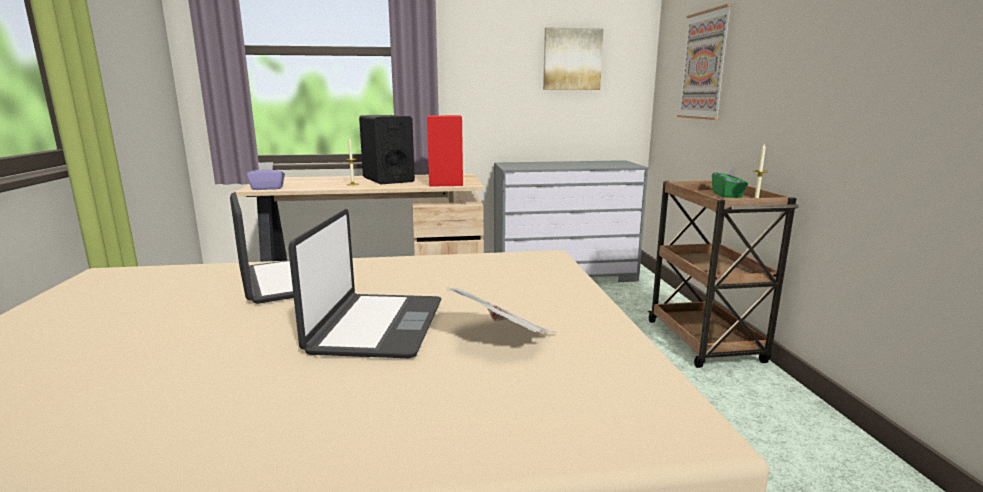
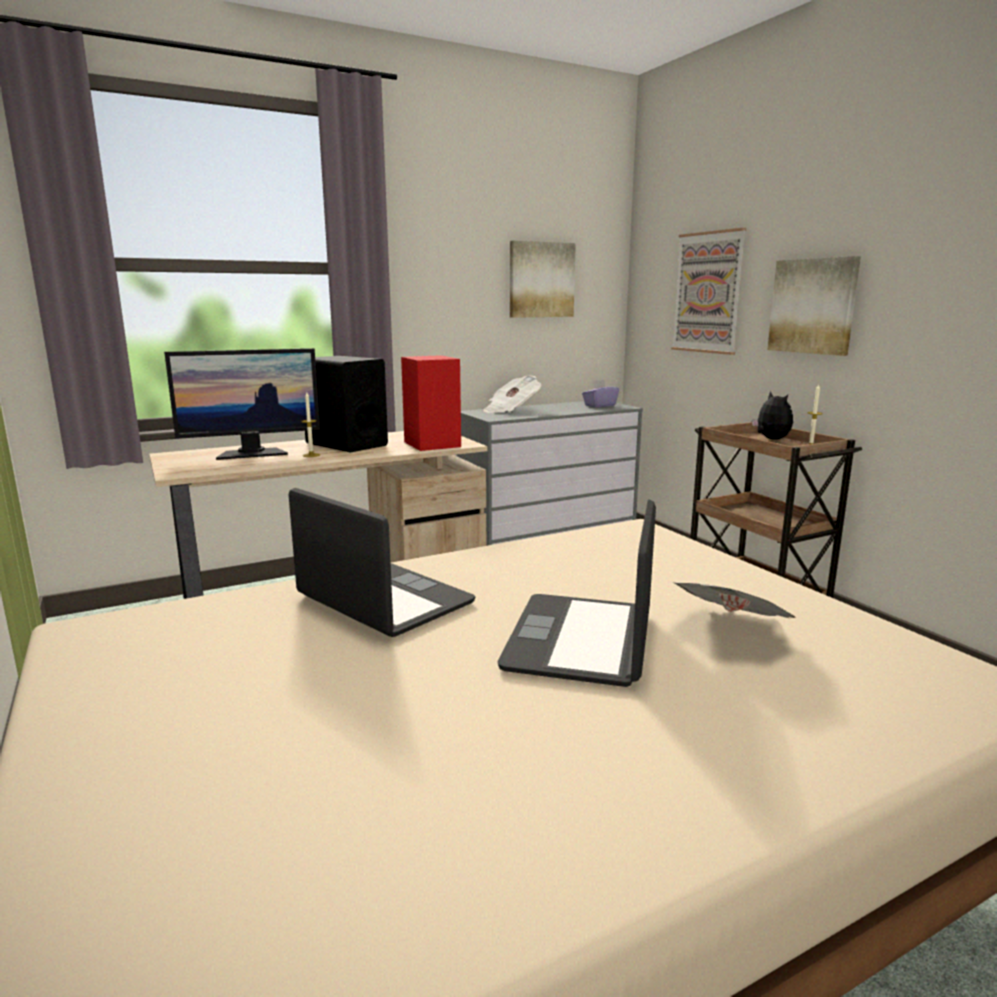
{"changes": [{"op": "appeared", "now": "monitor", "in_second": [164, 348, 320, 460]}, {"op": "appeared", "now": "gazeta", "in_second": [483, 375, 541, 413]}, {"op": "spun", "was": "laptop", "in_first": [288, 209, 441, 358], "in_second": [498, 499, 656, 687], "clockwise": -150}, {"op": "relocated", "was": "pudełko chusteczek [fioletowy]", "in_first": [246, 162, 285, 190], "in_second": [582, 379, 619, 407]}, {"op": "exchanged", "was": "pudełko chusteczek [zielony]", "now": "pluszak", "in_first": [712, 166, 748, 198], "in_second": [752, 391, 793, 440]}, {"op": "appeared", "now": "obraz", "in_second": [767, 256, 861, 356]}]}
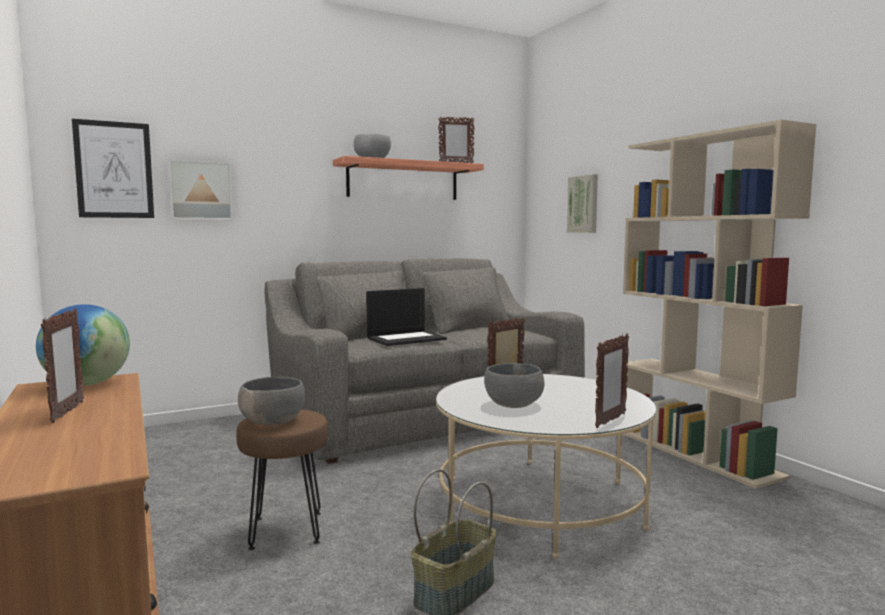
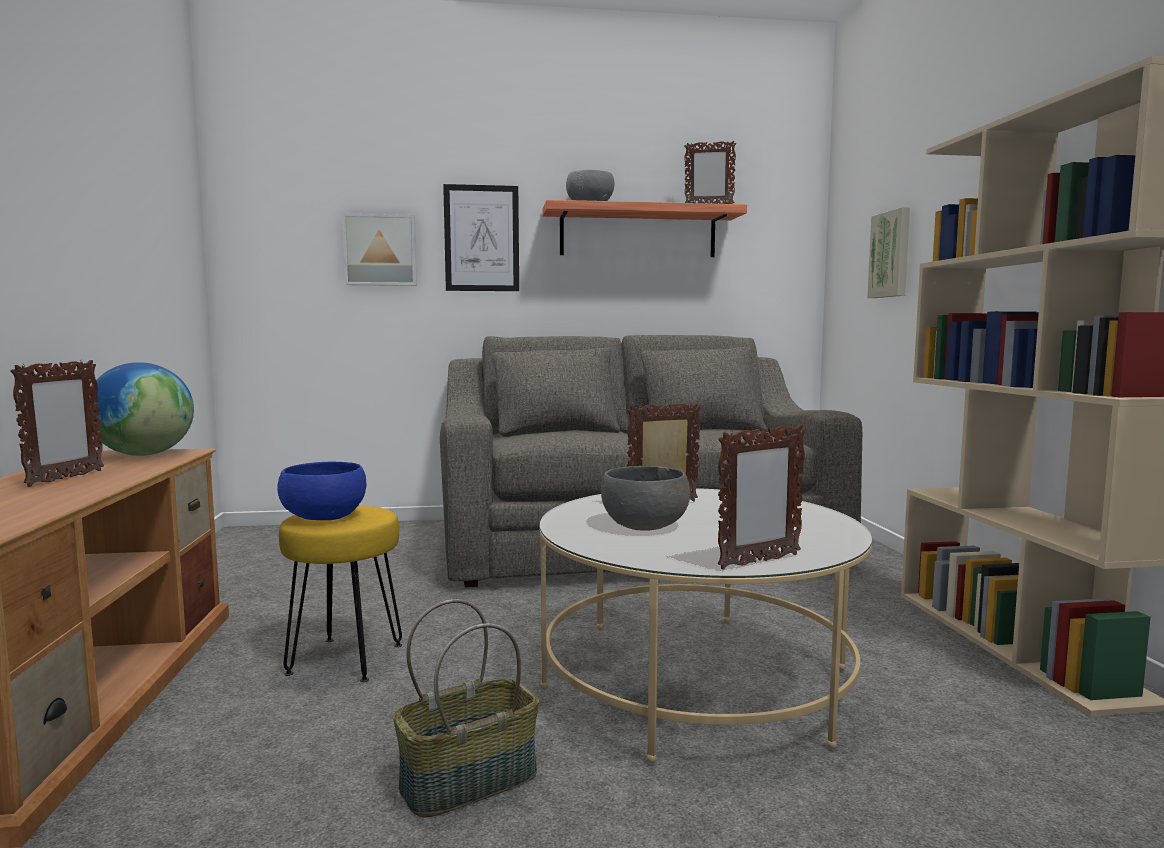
{"changes": [{"op": "colour", "was": "miska [szary]", "now": "miska [niebieski]", "in_first": [238, 377, 305, 425], "in_second": [277, 462, 366, 520]}, {"op": "colour", "was": "stołek [brązowy]", "now": "stołek [żółty]", "in_first": [236, 410, 329, 550], "in_second": [279, 506, 402, 682]}, {"op": "relocated", "was": "obraz", "in_first": [72, 119, 154, 218], "in_second": [443, 184, 519, 291]}, {"op": "missing", "was": "laptop", "in_first": [366, 288, 447, 346]}]}
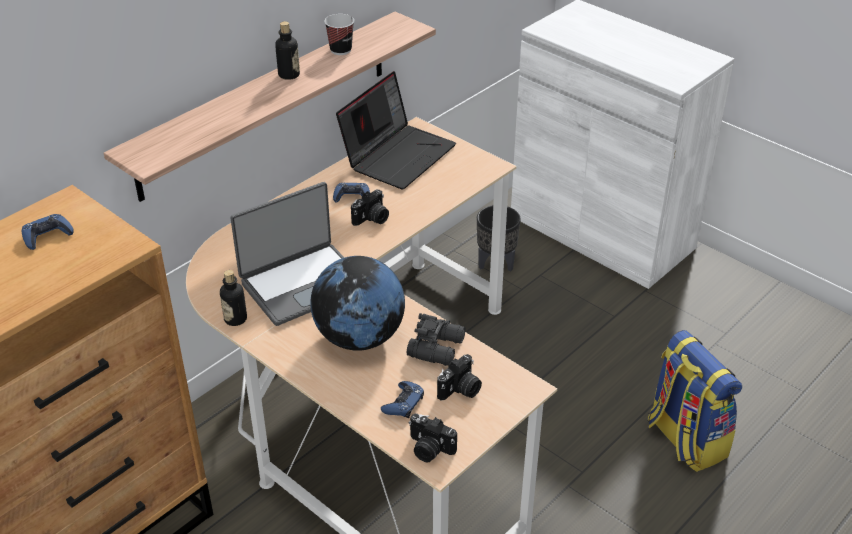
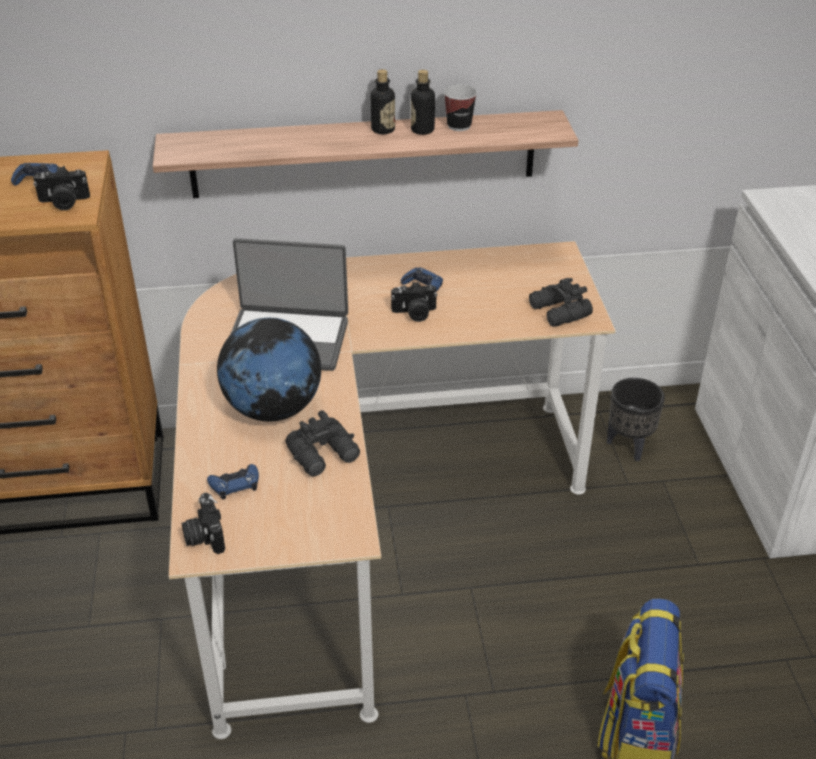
{"changes": [{"op": "relocated", "was": "aparat fotograficzny", "in_first": [437, 354, 482, 400], "in_second": [33, 166, 90, 210]}, {"op": "relocated", "was": "butelka", "in_first": [220, 270, 247, 326], "in_second": [411, 70, 435, 135]}, {"op": "appeared", "now": "lornetka [czarny]", "in_second": [529, 278, 593, 327]}, {"op": "missing", "was": "laptop", "in_first": [336, 71, 456, 189]}]}
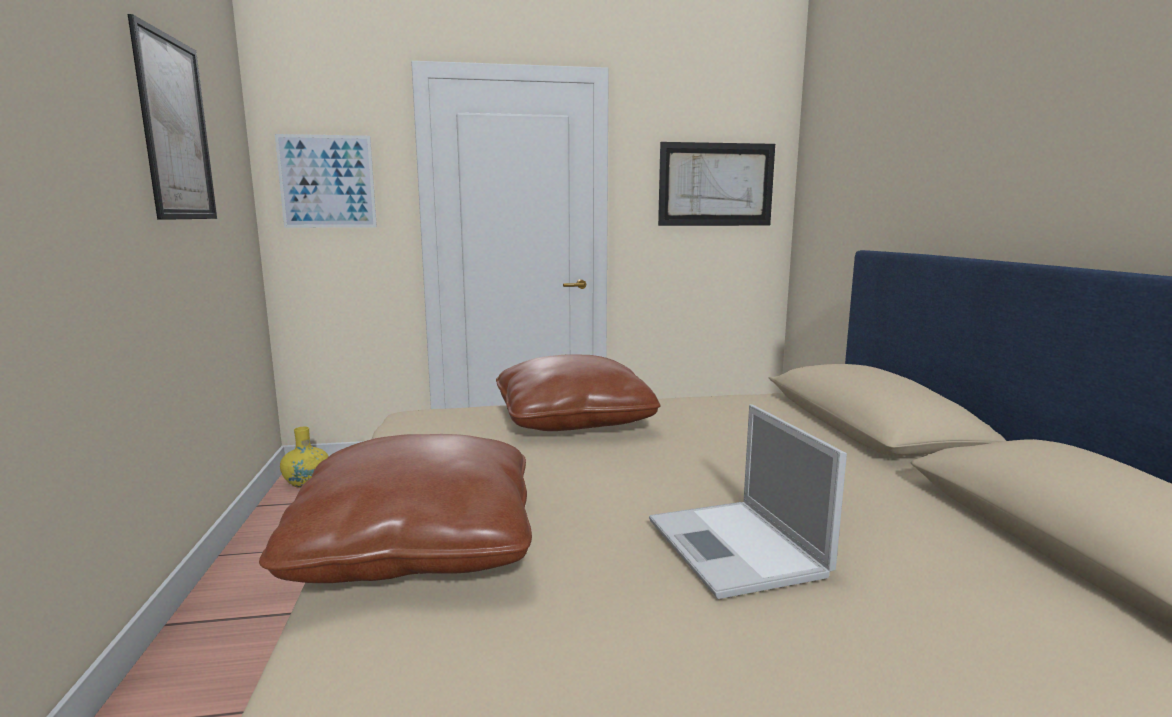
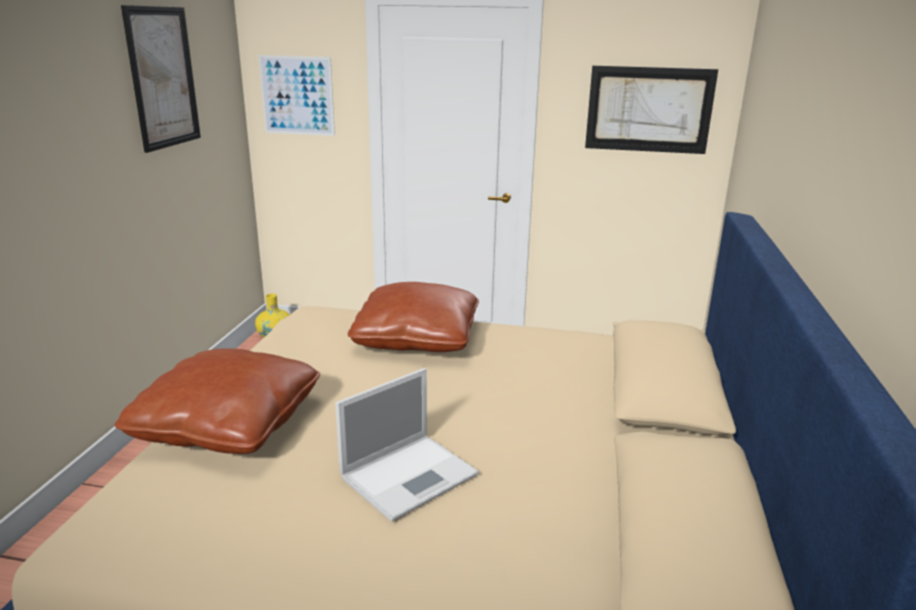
{"changes": [{"op": "spun", "was": "laptop", "in_first": [649, 404, 847, 599], "in_second": [335, 368, 479, 522], "clockwise": -135}]}
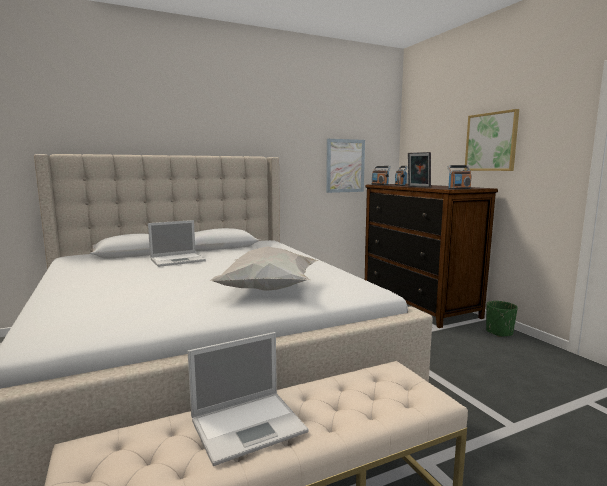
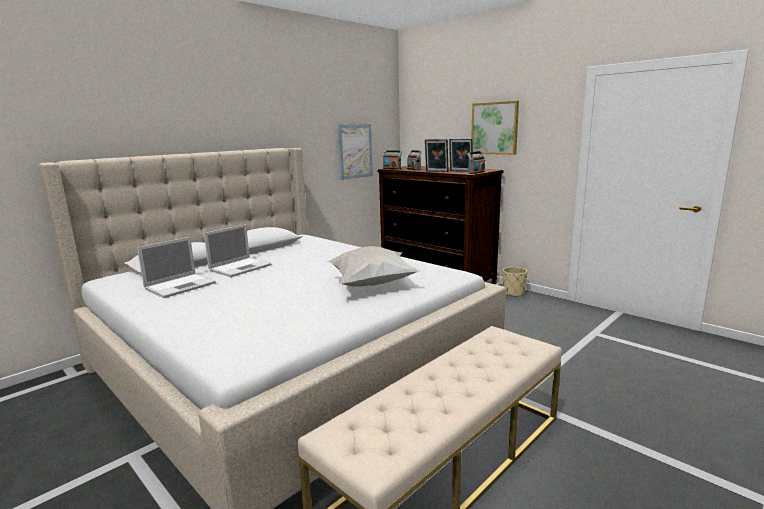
{"changes": [{"op": "relocated", "was": "laptop", "in_first": [188, 332, 309, 466], "in_second": [137, 237, 216, 298]}, {"op": "appeared", "now": "ramka na zdjęcie", "in_second": [449, 139, 473, 172]}, {"op": "colour", "was": "donica [zielony]", "now": "donica [beżowy]", "in_first": [486, 301, 518, 337], "in_second": [503, 267, 527, 297]}]}
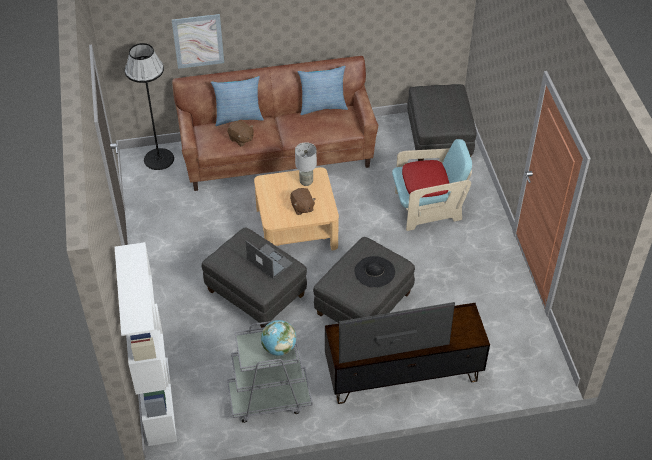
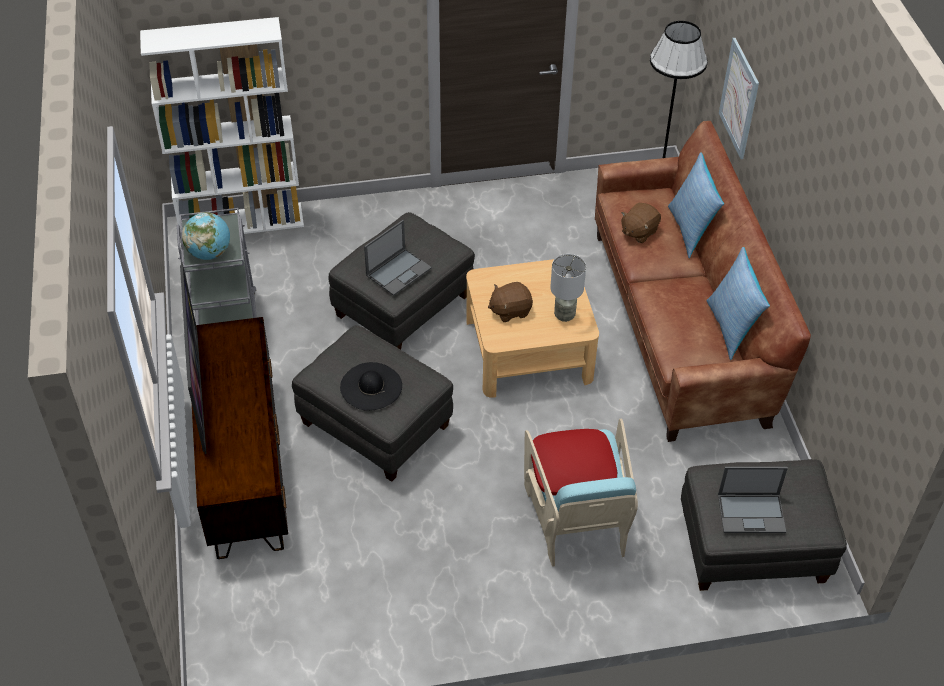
{"changes": [{"op": "appeared", "now": "laptop", "in_second": [718, 467, 788, 533]}]}
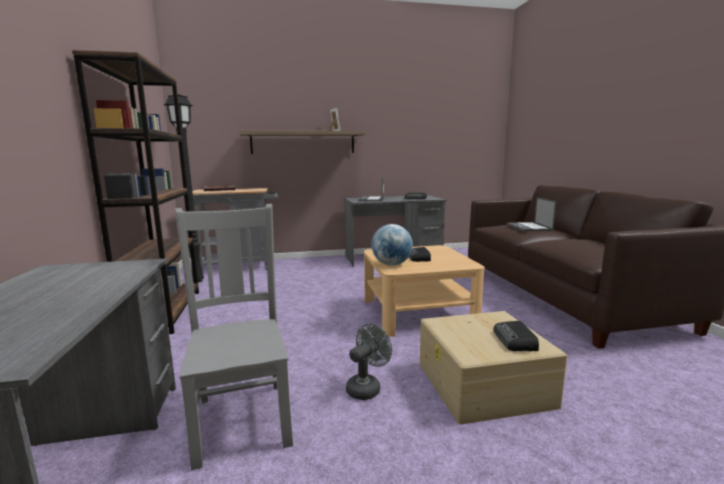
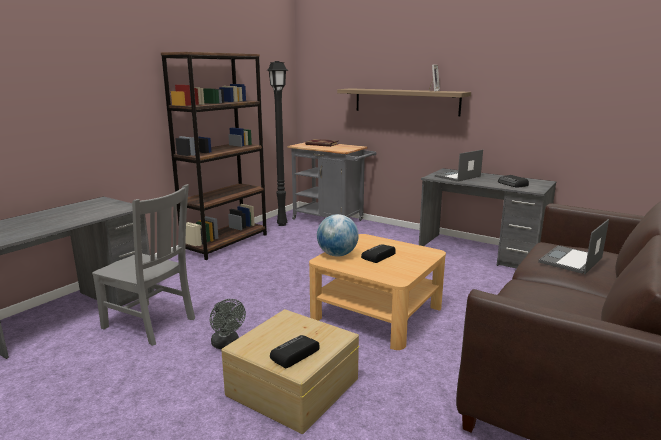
{"changes": [{"op": "spun", "was": "krzesło [szary]", "in_first": [175, 204, 293, 470], "in_second": [92, 184, 195, 346], "clockwise": 90}, {"op": "spun", "was": "wentylator [szary]", "in_first": [346, 324, 392, 400], "in_second": [210, 299, 246, 349], "clockwise": 60}]}
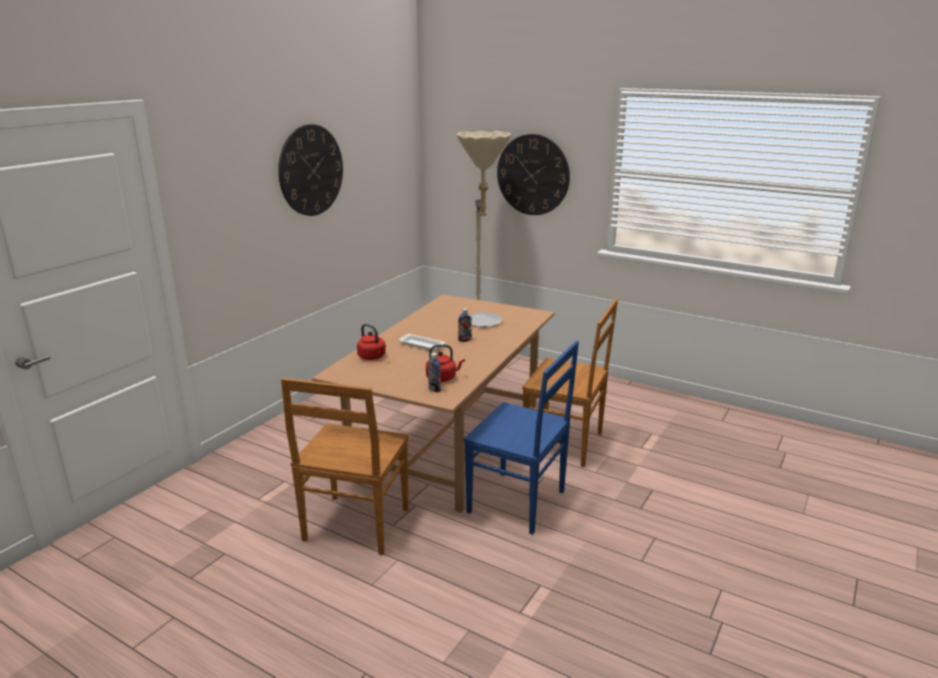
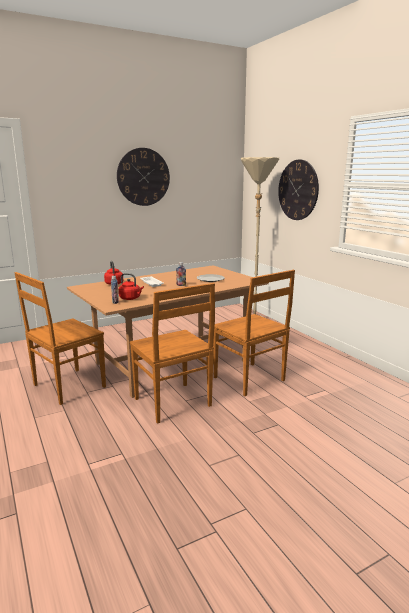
{"changes": [{"op": "colour", "was": "krzesło [niebieski]", "now": "krzesło [brązowy]", "in_first": [464, 340, 579, 535], "in_second": [130, 283, 215, 424]}]}
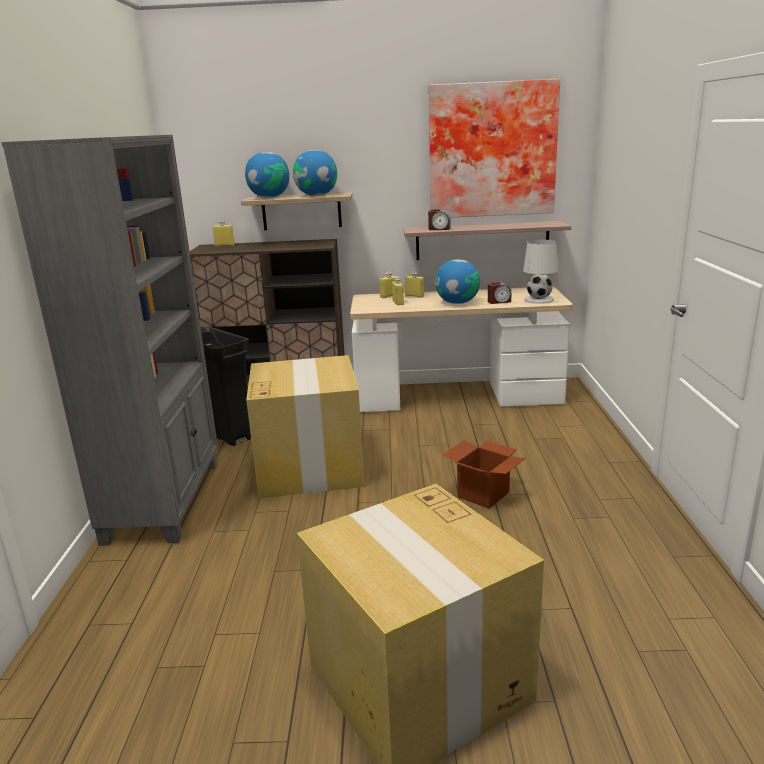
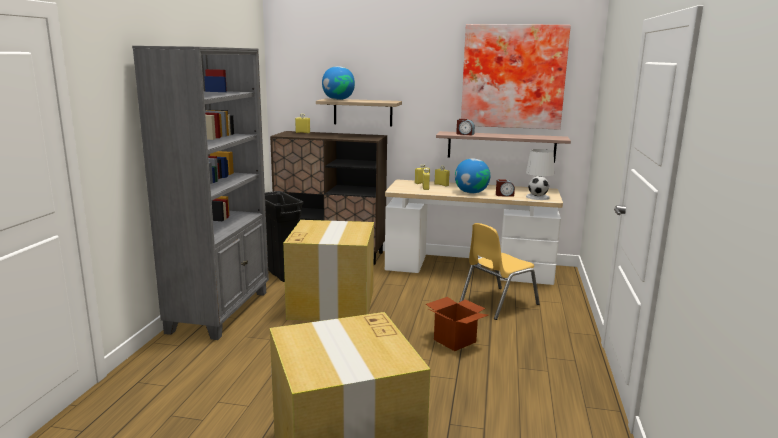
{"changes": [{"op": "appeared", "now": "krzesło [żółty]", "in_second": [460, 223, 540, 320]}, {"op": "missing", "was": "globus", "in_first": [293, 150, 337, 196]}]}
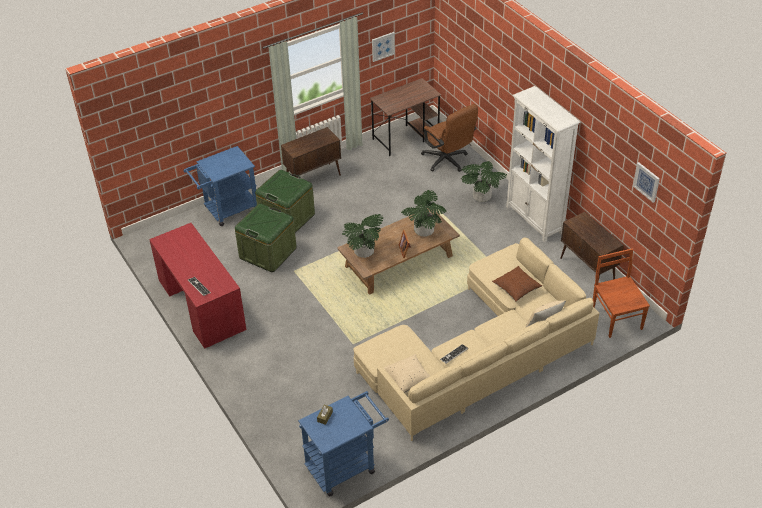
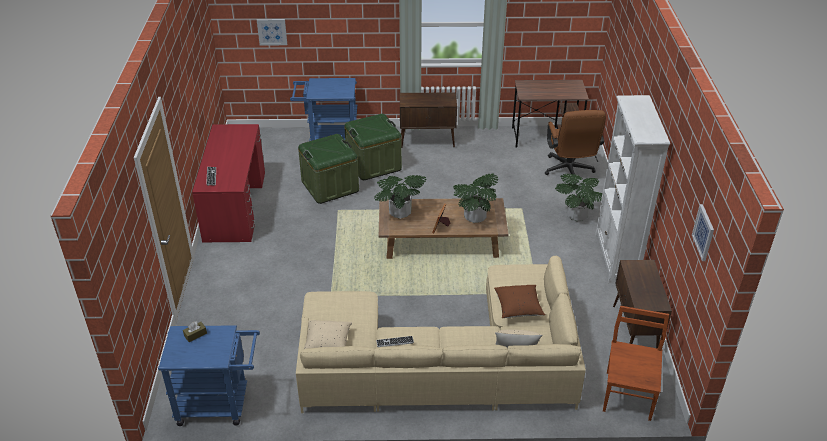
{"changes": [{"op": "relocated", "was": "obraz", "in_first": [372, 32, 395, 62], "in_second": [257, 19, 287, 46]}]}
